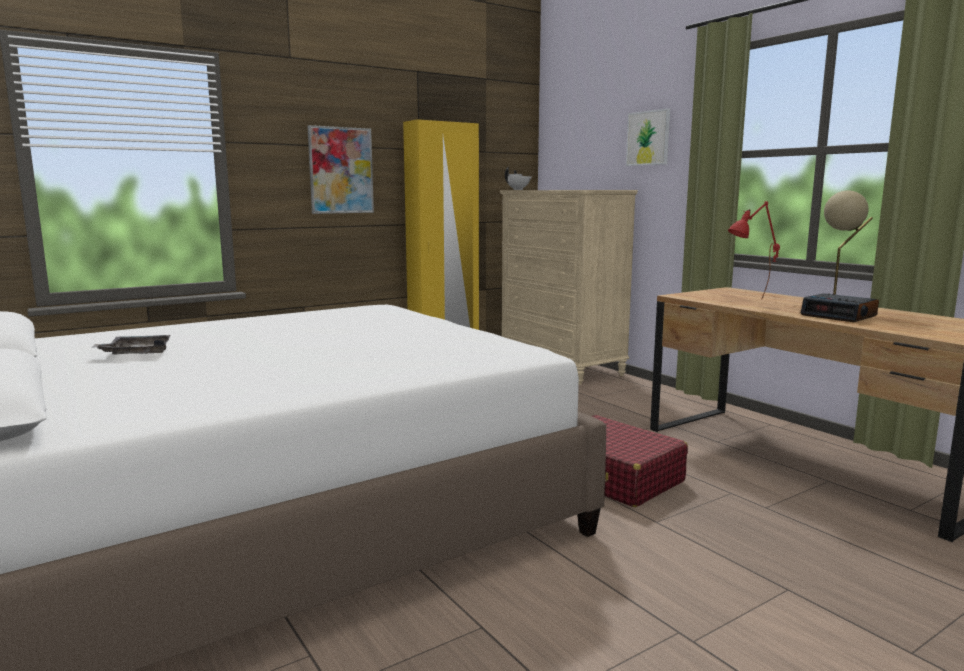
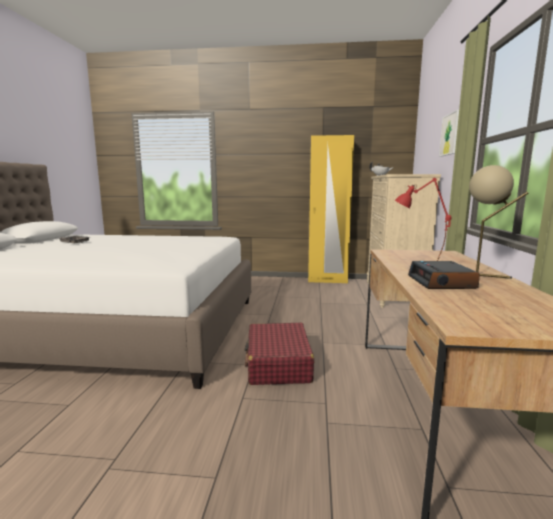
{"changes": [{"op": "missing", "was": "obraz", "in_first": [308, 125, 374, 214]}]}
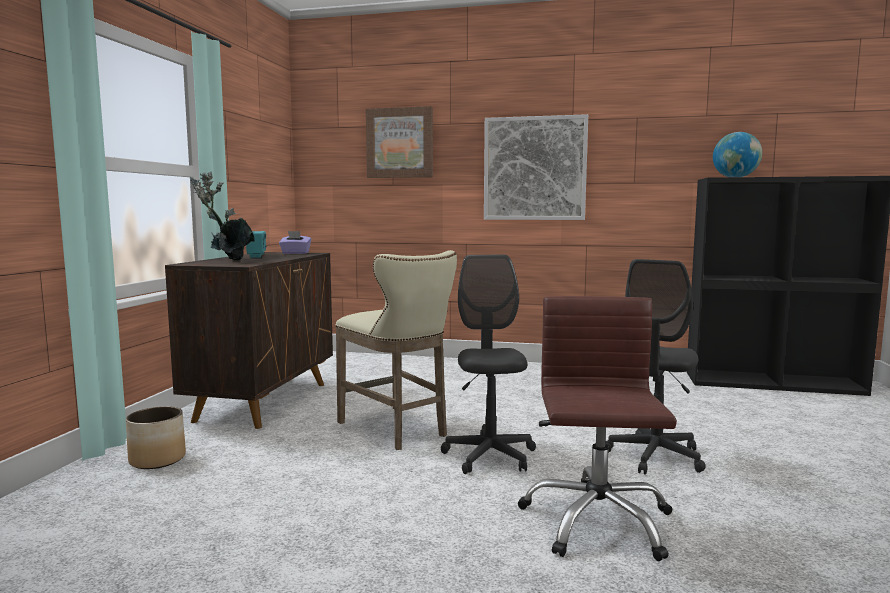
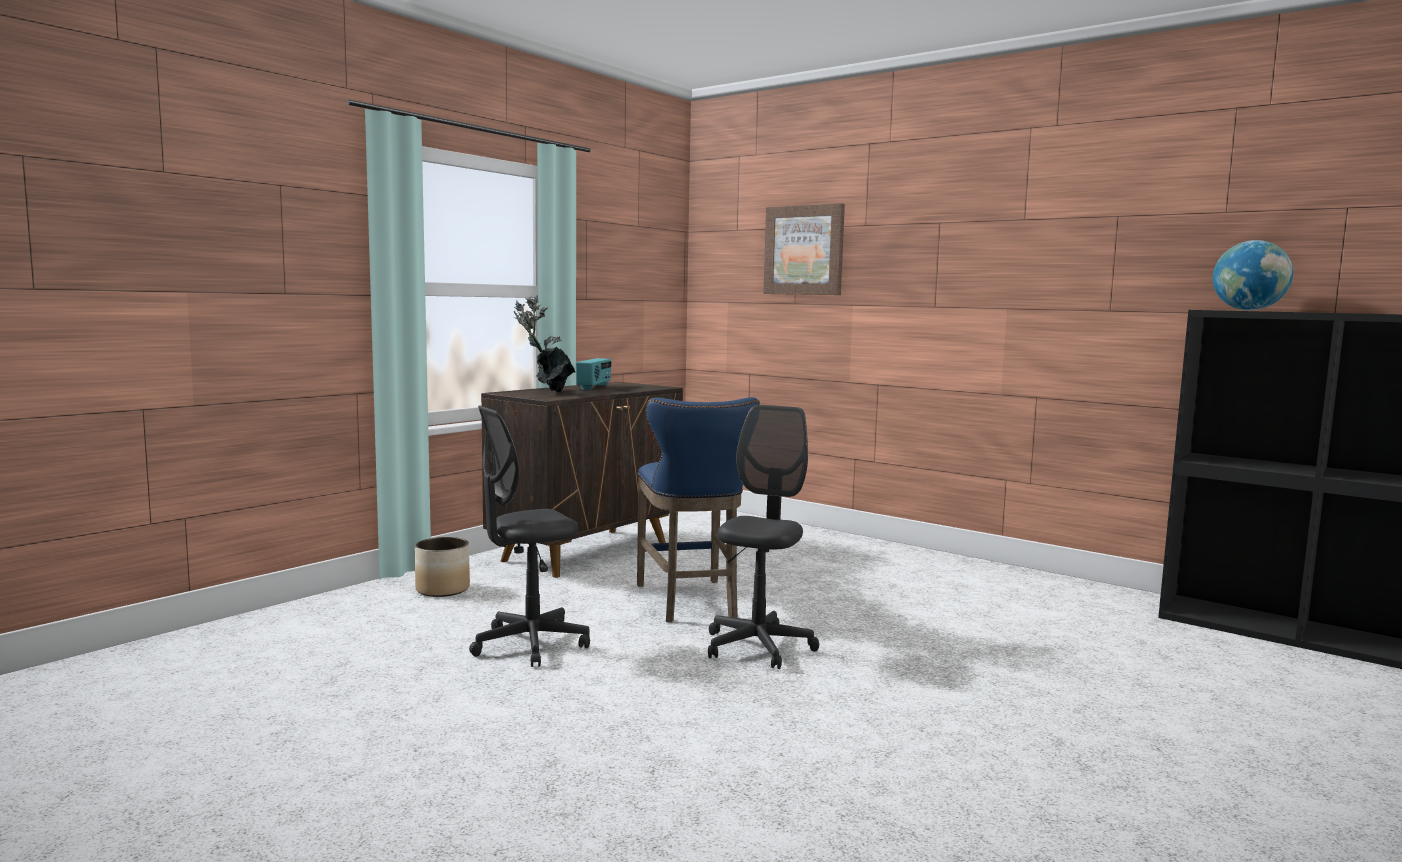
{"changes": [{"op": "relocated", "was": "krzesło biurowe [szary]", "in_first": [605, 259, 706, 475], "in_second": [469, 406, 590, 667]}, {"op": "colour", "was": "stołek [beżowy]", "now": "stołek [niebieski]", "in_first": [335, 250, 457, 450], "in_second": [637, 397, 760, 623]}, {"op": "missing", "was": "pudełko chusteczek [fioletowy]", "in_first": [279, 231, 311, 254]}, {"op": "missing", "was": "obraz", "in_first": [484, 114, 588, 220]}, {"op": "missing", "was": "krzesło biurowe [brązowy]", "in_first": [518, 296, 677, 561]}]}
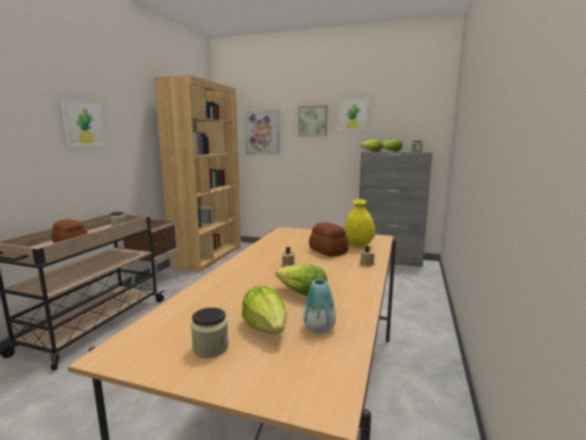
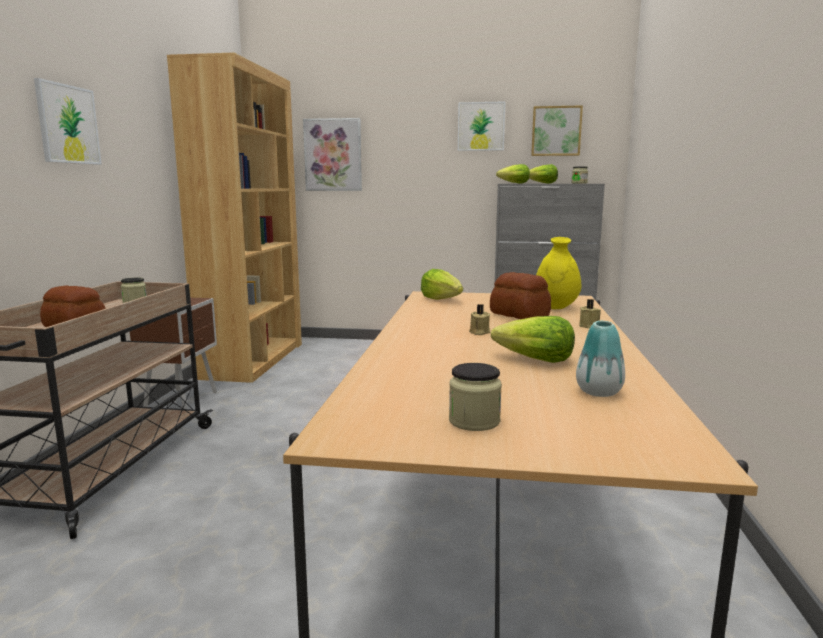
{"changes": [{"op": "relocated", "was": "sałata", "in_first": [242, 286, 287, 334], "in_second": [421, 269, 463, 300]}, {"op": "relocated", "was": "obraz", "in_first": [298, 106, 327, 136], "in_second": [531, 105, 583, 156]}]}
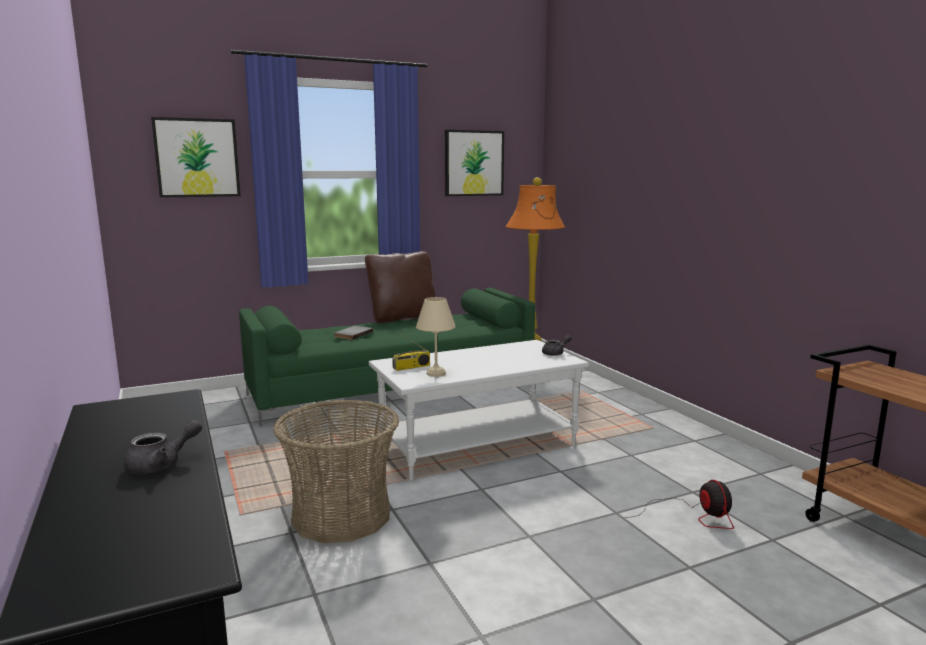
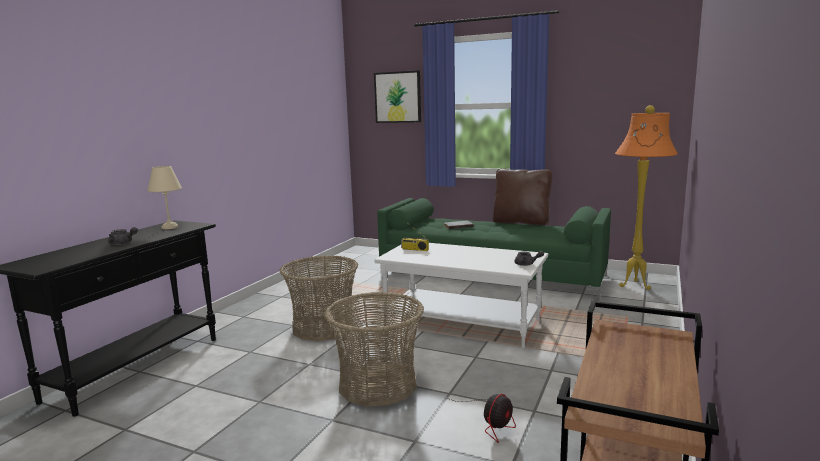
{"changes": [{"op": "relocated", "was": "lampa stołowa [beżowy]", "in_first": [416, 297, 456, 377], "in_second": [147, 166, 182, 229]}, {"op": "appeared", "now": "koszyk", "in_second": [324, 292, 424, 407]}, {"op": "missing", "was": "obraz", "in_first": [445, 130, 504, 196]}]}
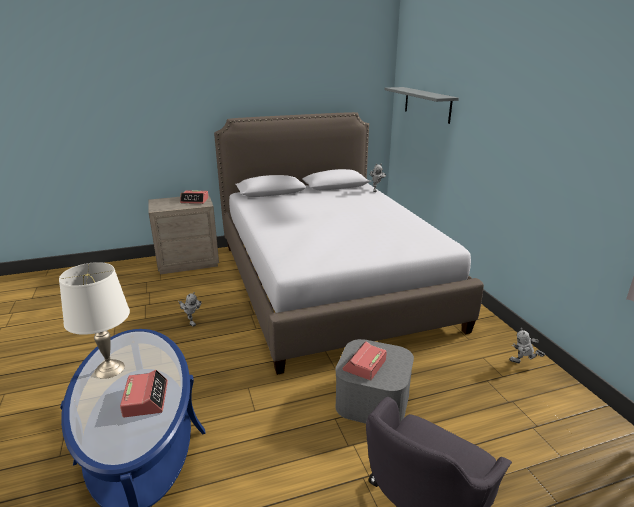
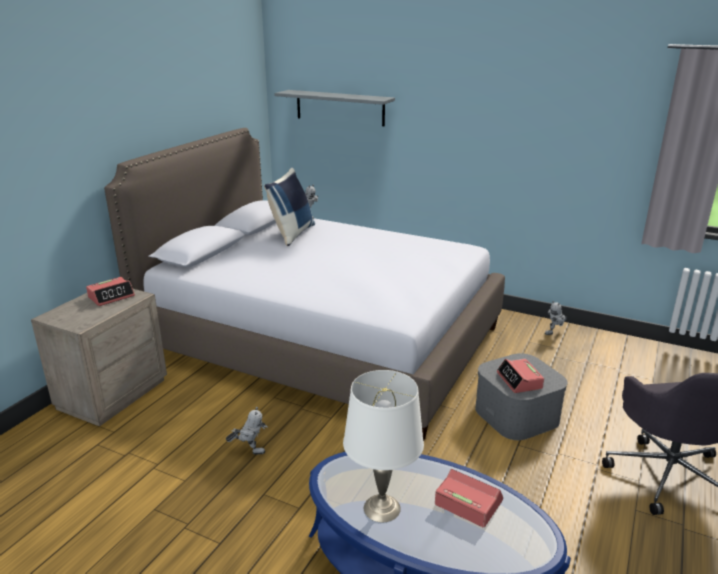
{"changes": [{"op": "appeared", "now": "poduszka [niebieski]", "in_second": [264, 168, 315, 246]}]}
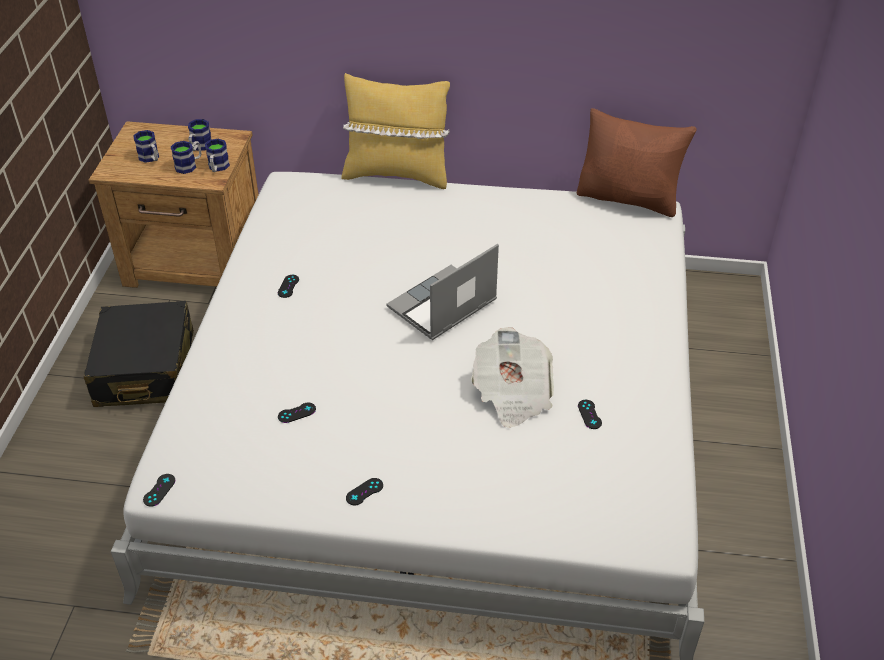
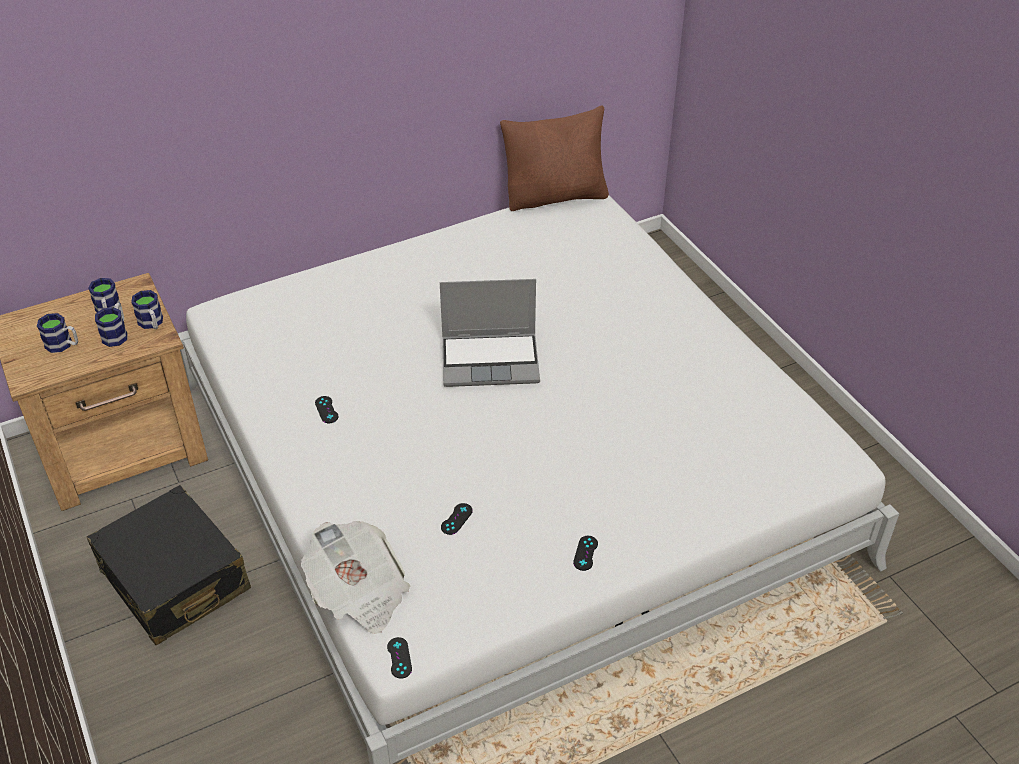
{"changes": [{"op": "relocated", "was": "gazeta", "in_first": [471, 327, 554, 428], "in_second": [301, 521, 410, 634]}, {"op": "spun", "was": "laptop", "in_first": [387, 244, 499, 340], "in_second": [440, 279, 540, 387], "clockwise": -105}, {"op": "missing", "was": "poduszka [żółty]", "in_first": [341, 73, 450, 189]}, {"op": "missing", "was": "pad do gier [czarny]", "in_first": [578, 400, 602, 429]}]}
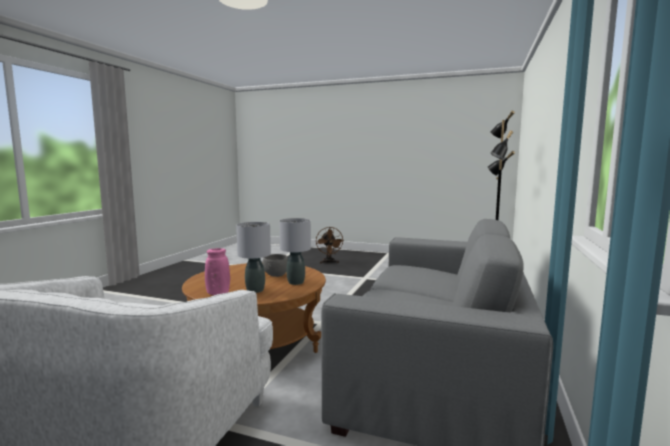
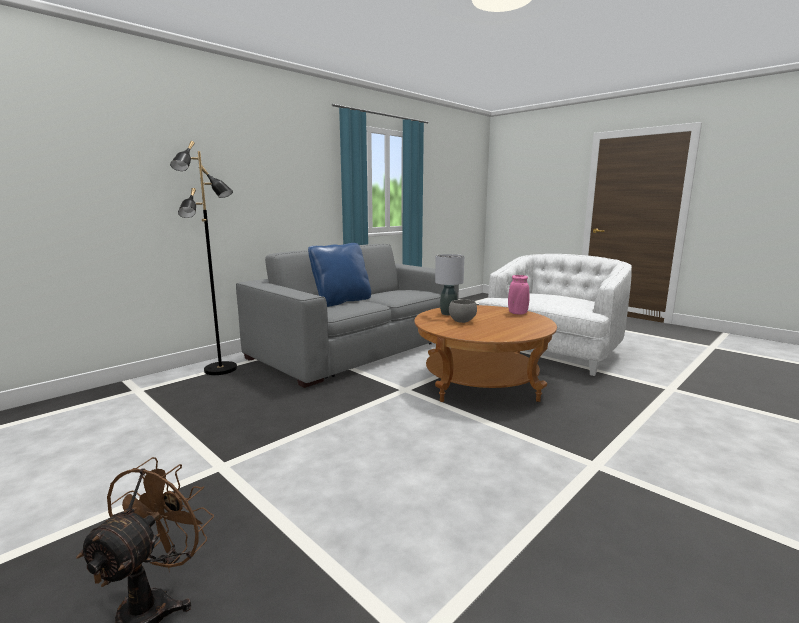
{"changes": [{"op": "appeared", "now": "poduszka [niebieski]", "in_second": [308, 243, 371, 307]}, {"op": "missing", "was": "lampa stołowa [szary]", "in_first": [236, 222, 271, 293]}]}
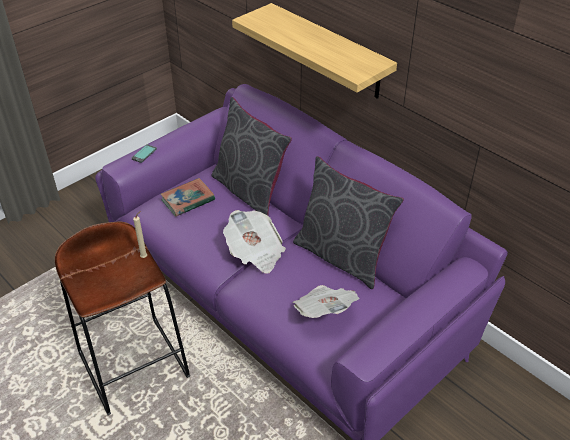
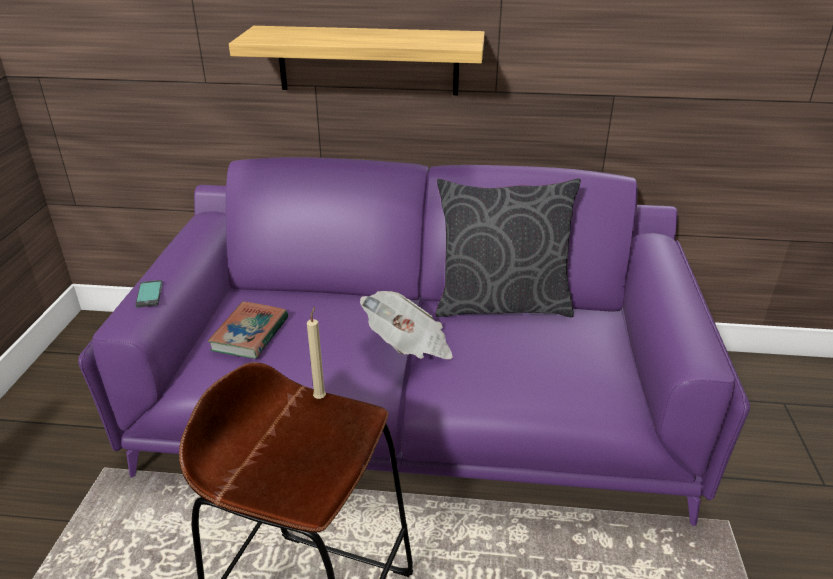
{"changes": [{"op": "missing", "was": "poduszka [szary]", "in_first": [211, 97, 292, 216]}, {"op": "missing", "was": "gazeta", "in_first": [293, 285, 359, 318]}]}
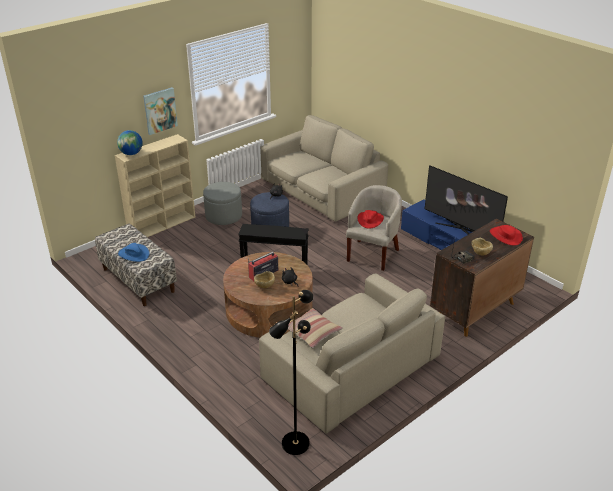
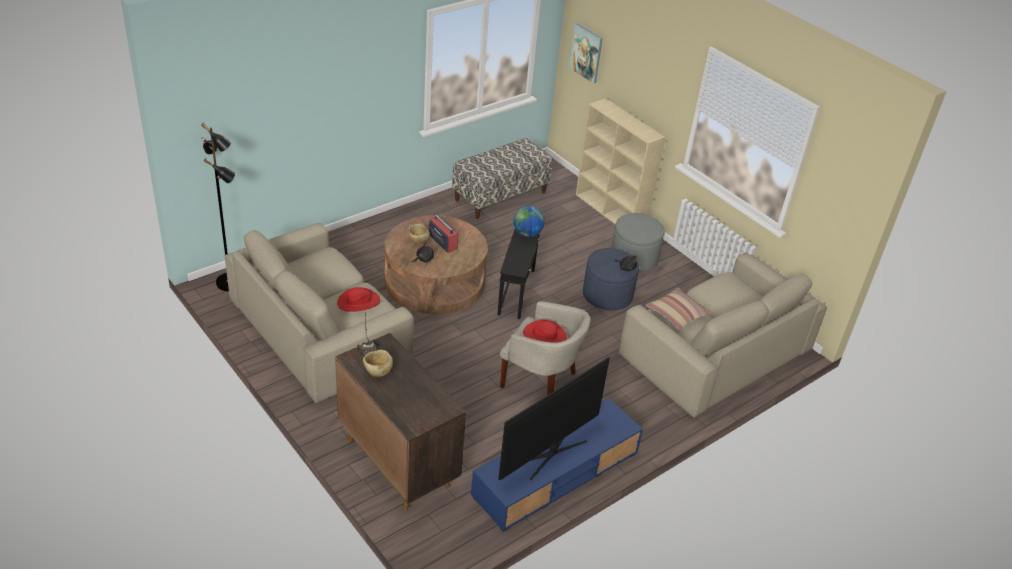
{"changes": [{"op": "relocated", "was": "kapelusz [czerwony]", "in_first": [490, 225, 523, 245], "in_second": [337, 287, 380, 312]}, {"op": "relocated", "was": "globus", "in_first": [117, 130, 143, 155], "in_second": [513, 206, 545, 237]}, {"op": "relocated", "was": "obraz", "in_first": [143, 87, 178, 135], "in_second": [569, 23, 603, 84]}, {"op": "relocated", "was": "poduszka", "in_first": [287, 308, 342, 348], "in_second": [646, 288, 711, 330]}, {"op": "missing", "was": "kapelusz [niebieski]", "in_first": [118, 243, 150, 262]}]}
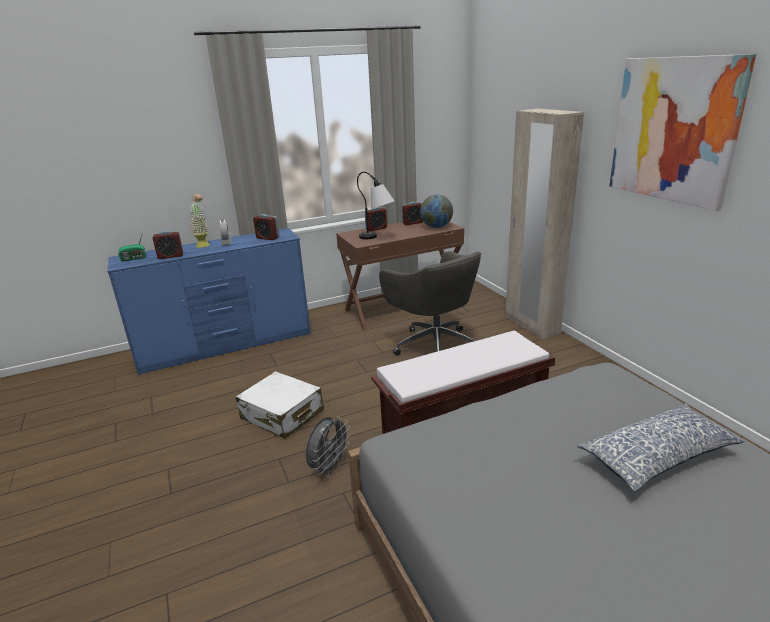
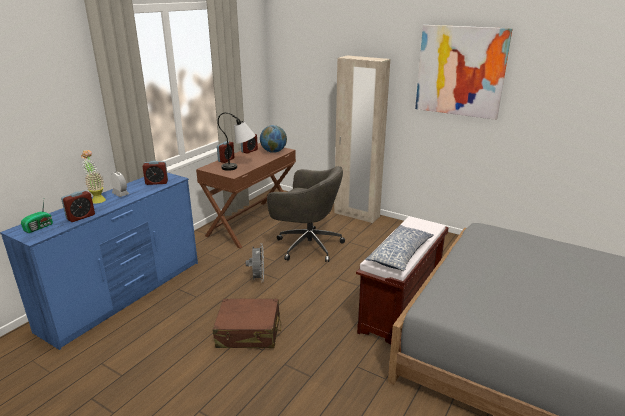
{"changes": [{"op": "colour", "was": "walizka [biały]", "now": "walizka [brązowy]", "in_first": [235, 371, 324, 439], "in_second": [213, 298, 281, 348]}, {"op": "relocated", "was": "wentylator [szary]", "in_first": [306, 417, 351, 476], "in_second": [246, 243, 264, 282]}, {"op": "relocated", "was": "poduszka", "in_first": [577, 403, 744, 491], "in_second": [365, 225, 434, 271]}]}
